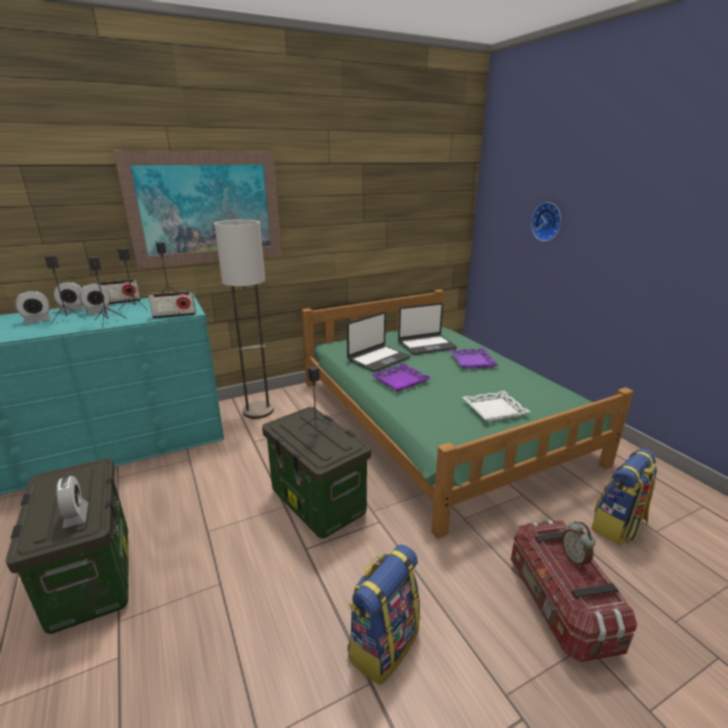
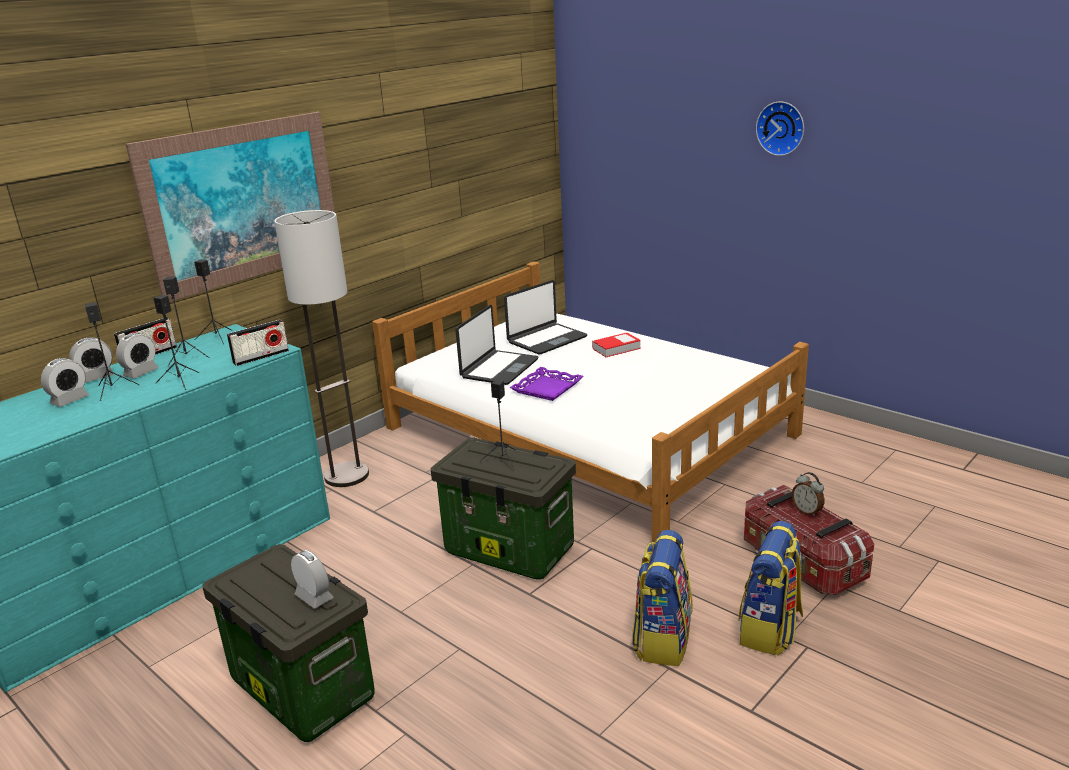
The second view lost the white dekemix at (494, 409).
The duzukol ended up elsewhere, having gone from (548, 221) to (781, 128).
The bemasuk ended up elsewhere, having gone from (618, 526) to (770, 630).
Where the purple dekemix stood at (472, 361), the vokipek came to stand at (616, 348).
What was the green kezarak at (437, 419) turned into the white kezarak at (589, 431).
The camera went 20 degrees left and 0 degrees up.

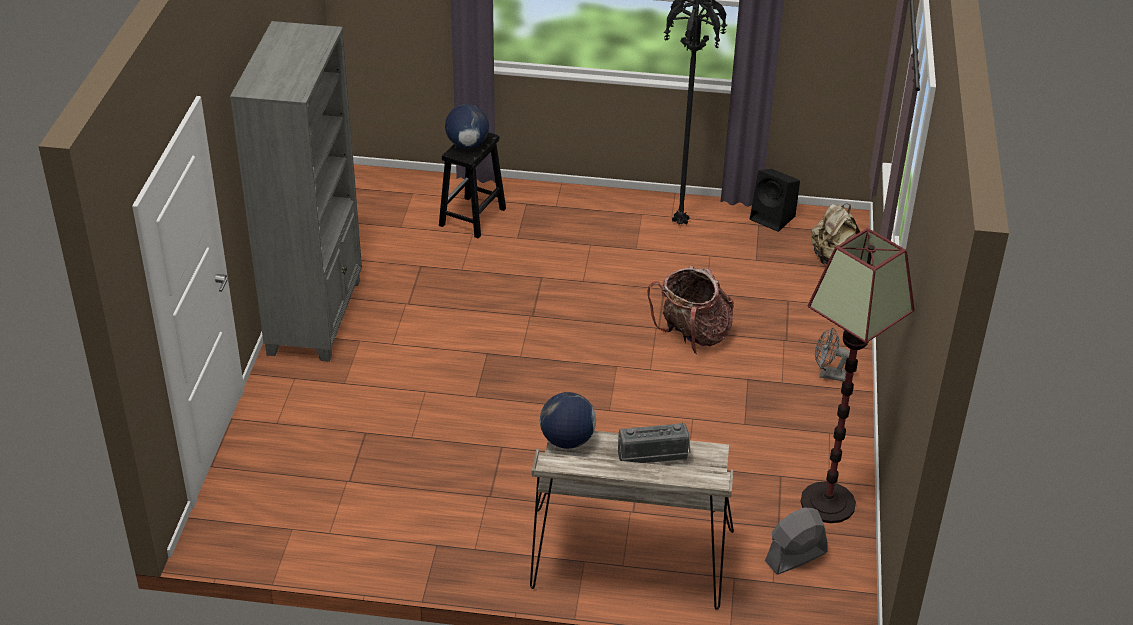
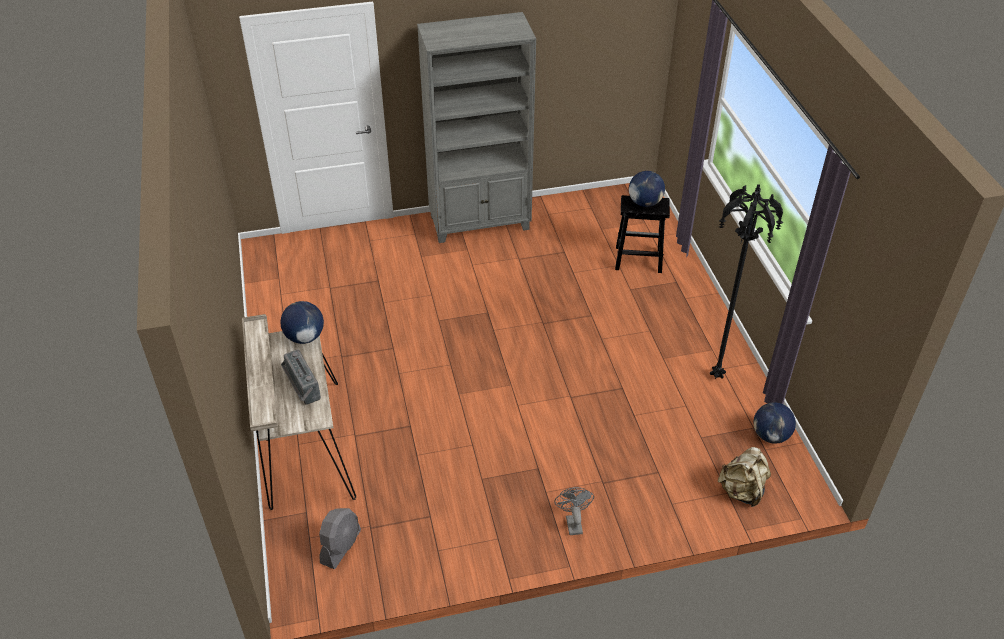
The second view lost the bemasuk at (692, 336).
The second view lost the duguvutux at (828, 503).
Where the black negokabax stood at (773, 218), the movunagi came to stand at (770, 436).
The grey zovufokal at (795, 557) ended up facing another way, 75 degrees clockwise from before.
The camera went 70 degrees right and 5 degrees up.

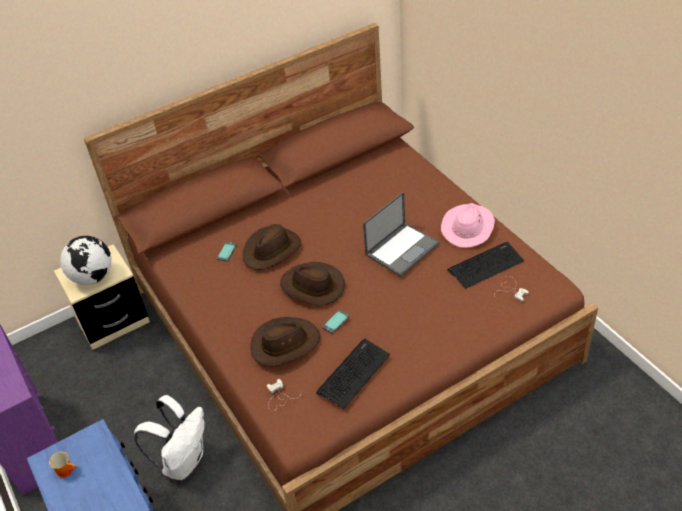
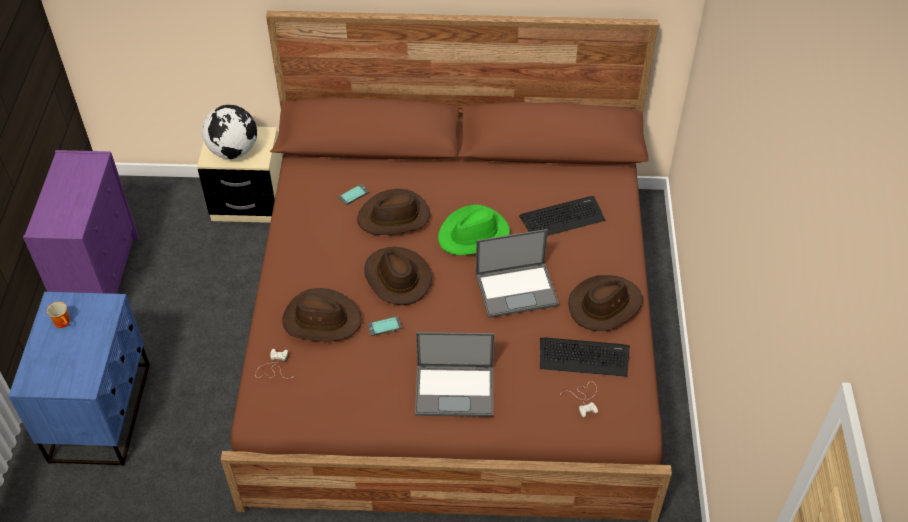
The second view lost the white bemasuk at (183, 461).
The second view gained the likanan at (455, 390).
The second view gained the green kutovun at (474, 234).
The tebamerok ended up elsewhere, having gone from (353, 373) to (562, 218).
What was the pink kutovun at (467, 227) turned into the brown kutovun at (605, 305).
The camera went 30 degrees right and 5 degrees up.

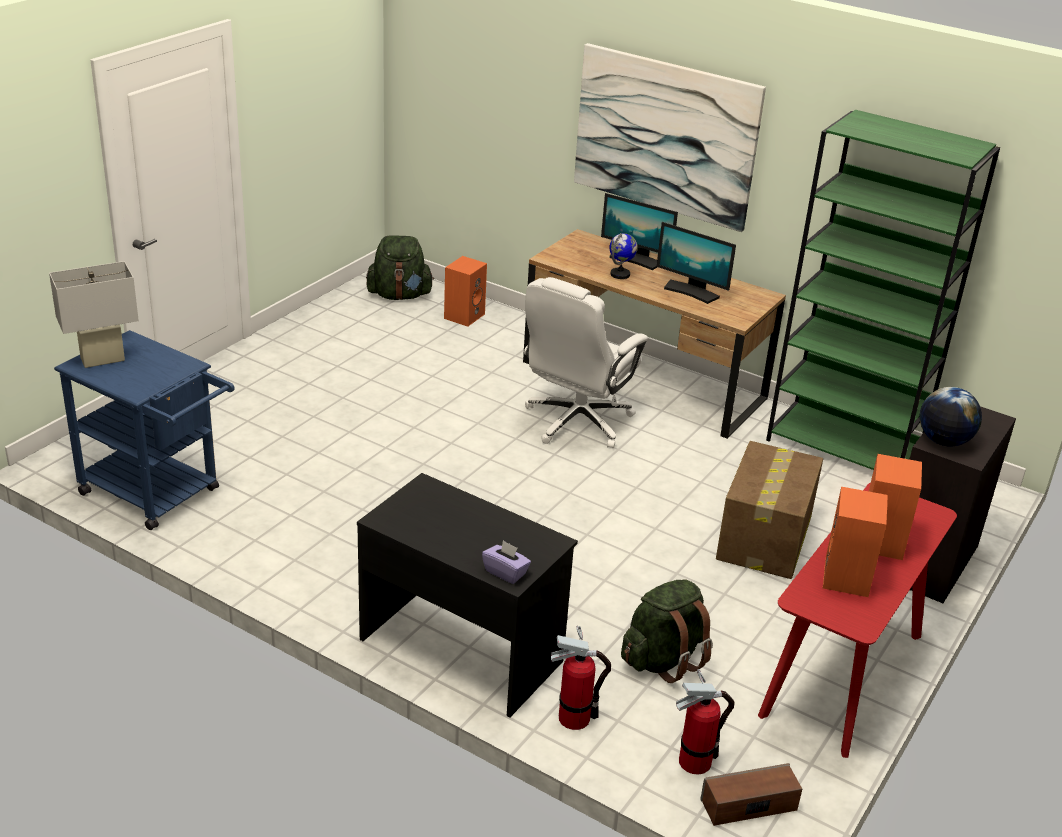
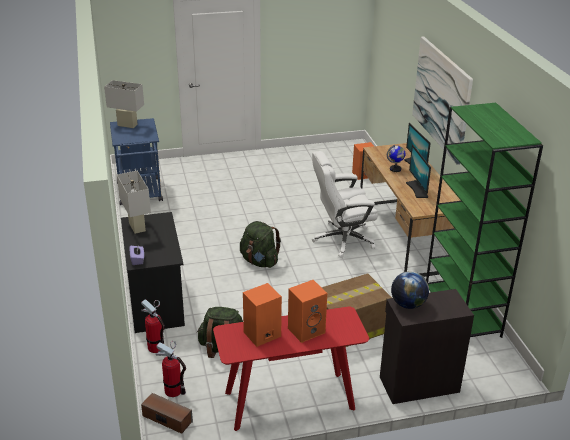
The second view gained the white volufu at (137, 227).
The green bemasuk ended up elsewhere, having gone from (399, 295) to (259, 261).
The camera went 45 degrees right and 0 degrees up.

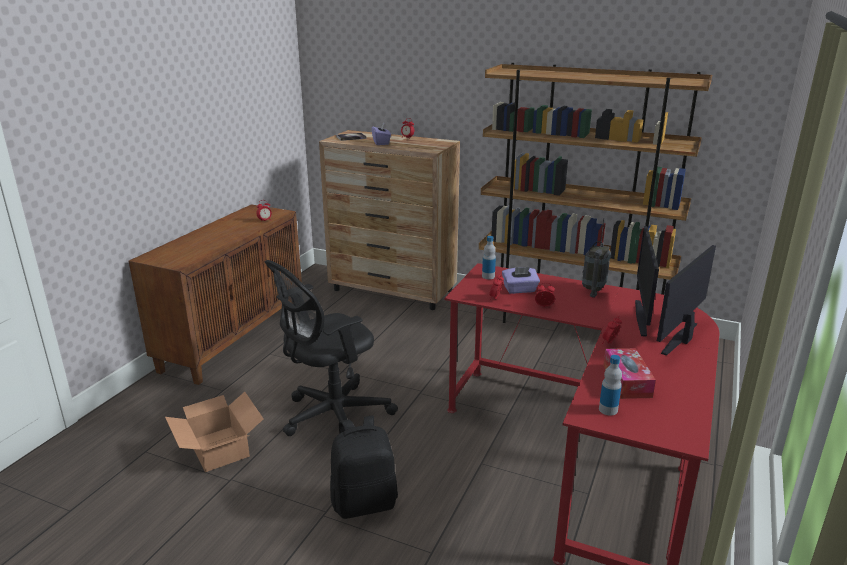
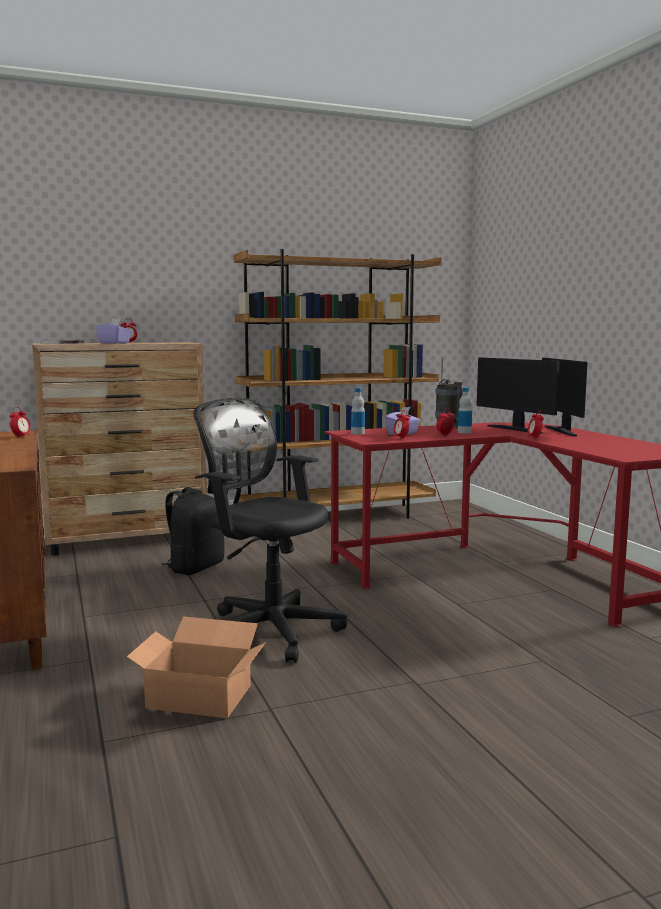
The second view lost the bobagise at (627, 381).
The black bemasuk ended up elsewhere, having gone from (364, 502) to (195, 567).
The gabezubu ended up elsewhere, having gone from (608, 410) to (464, 432).
The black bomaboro at (331, 416) ended up facing another way, 120 degrees clockwise from before.
The camera went 45 degrees left and 15 degrees down.

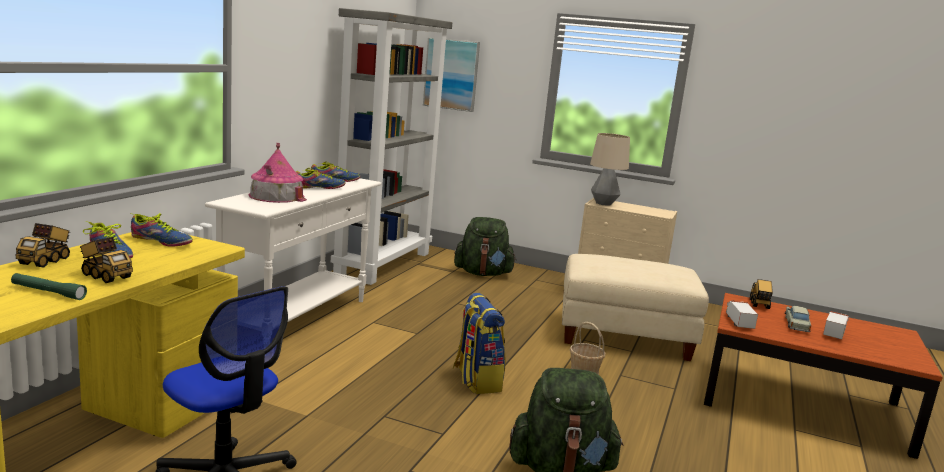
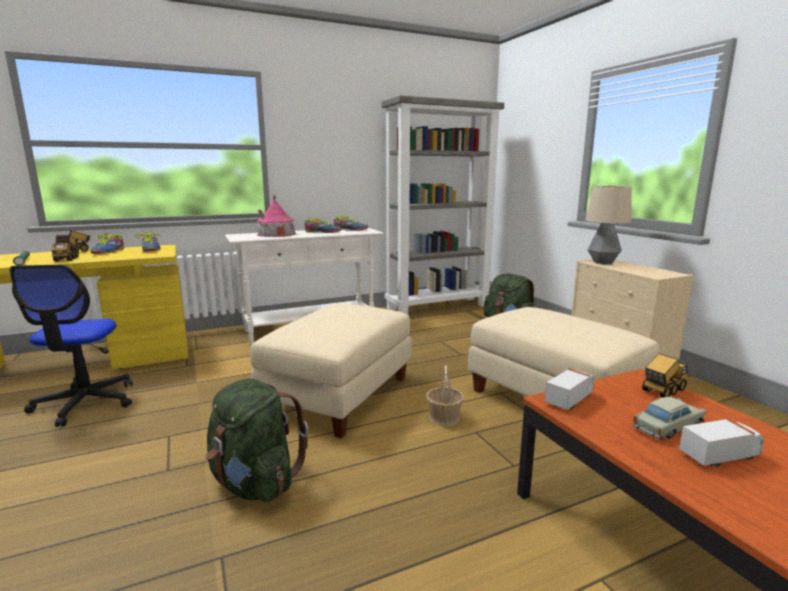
The second view lost the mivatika at (451, 74).
Where the bemasuk stood at (476, 380), the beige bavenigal came to stand at (338, 395).
The camera went 45 degrees right and 0 degrees up.

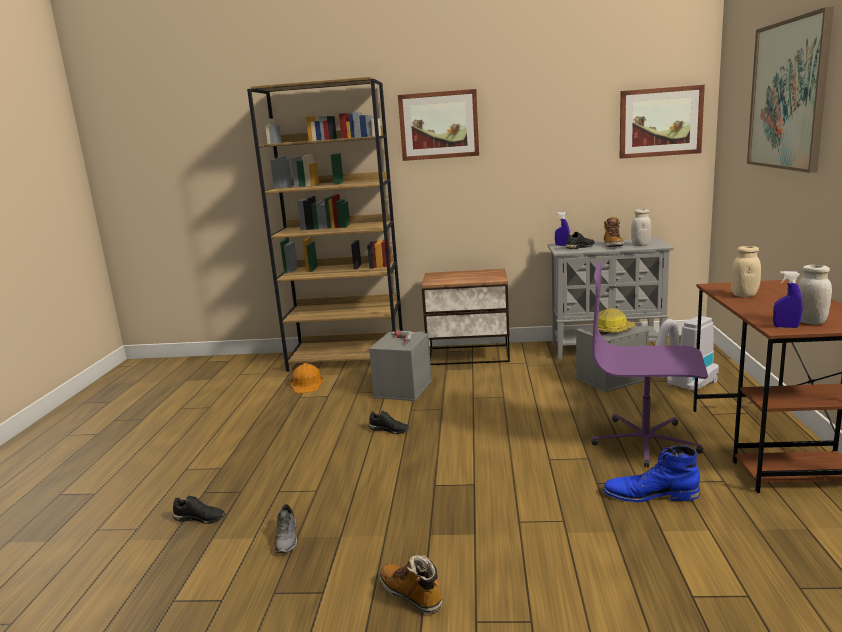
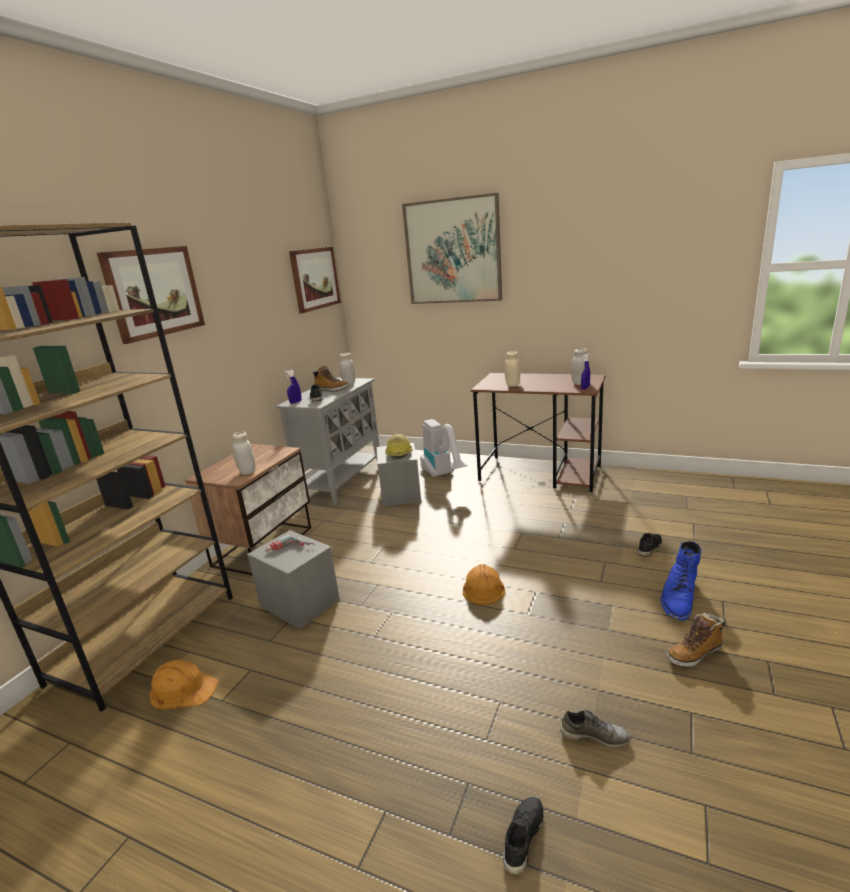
The second view lost the purple bomaboro at (646, 441).
The second view gained the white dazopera at (247, 472).
The second view gained the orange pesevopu at (483, 587).
The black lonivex ended up elsewhere, having gone from (389, 430) to (648, 548).
The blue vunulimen ended up elsewhere, having gone from (650, 494) to (679, 597).
The camera went 70 degrees left and 5 degrees up.

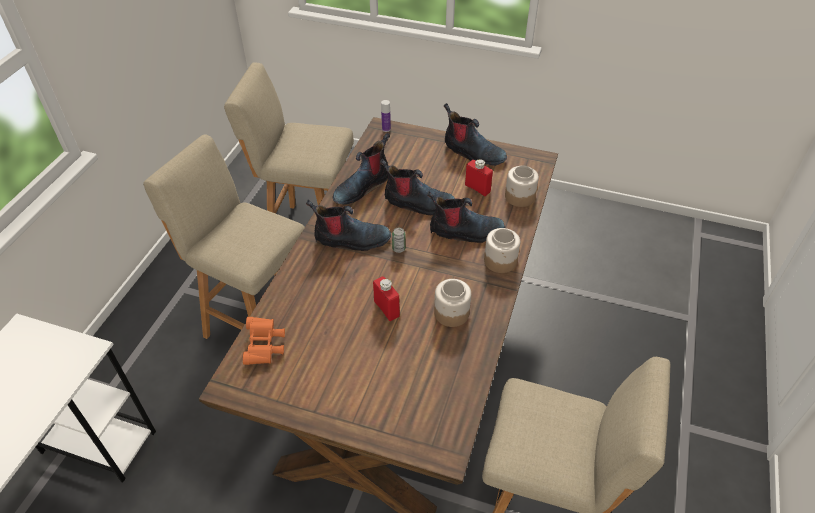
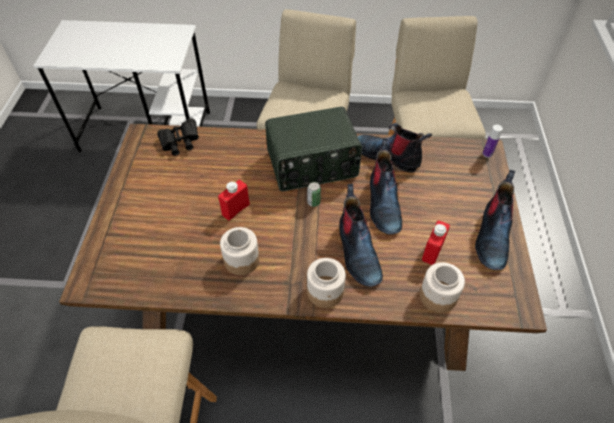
Where the vunulimen stood at (351, 240), the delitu came to stand at (312, 165).
What was the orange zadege at (265, 347) turned into the black zadege at (180, 143).
The camera went 75 degrees right and 5 degrees up.

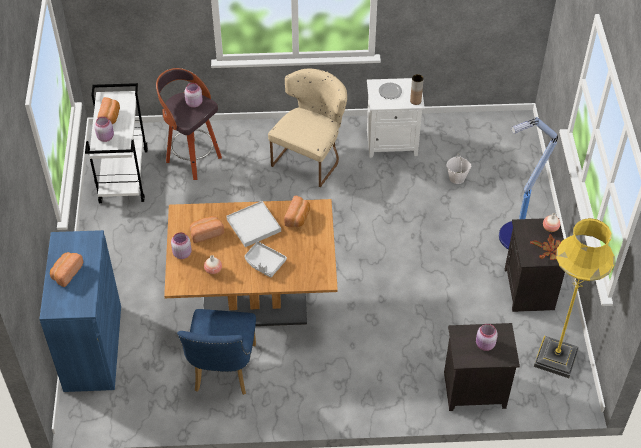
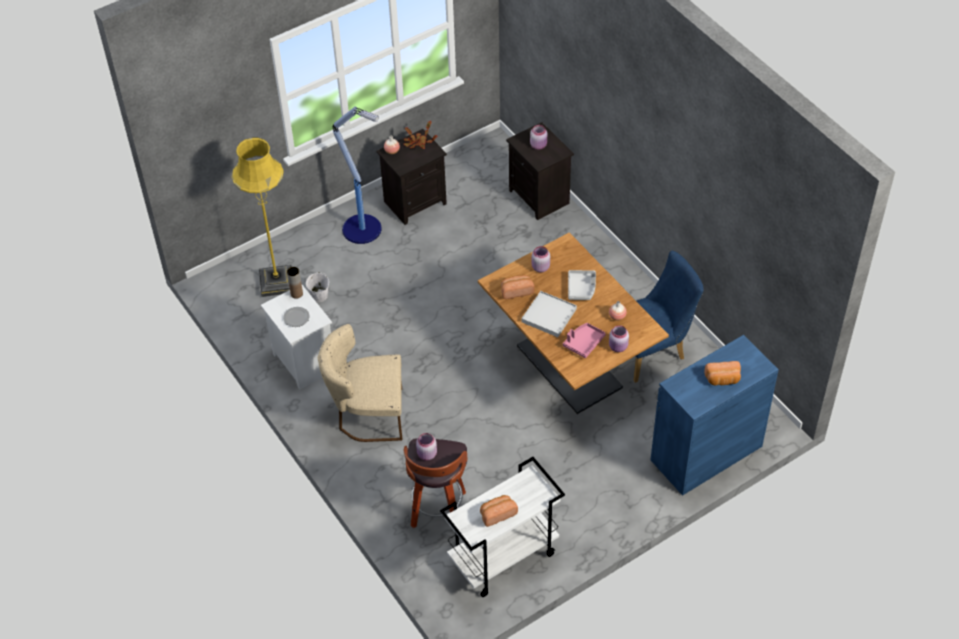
The pink dazopera ended up elsewhere, having gone from (106, 137) to (540, 267).
The yellow duguvutux ended up elsewhere, having gone from (556, 358) to (277, 282).
Where the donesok stood at (206, 233), the pink dekemix came to stand at (583, 343).
The camera went 120 degrees left and 0 degrees up.

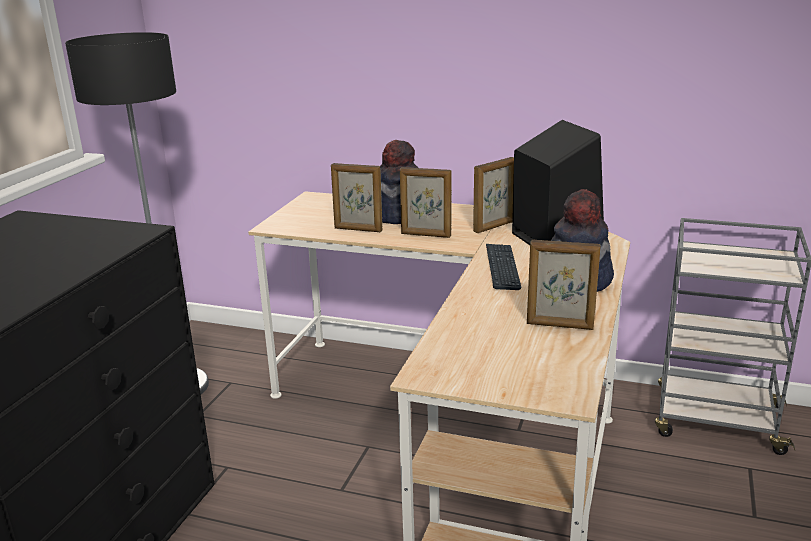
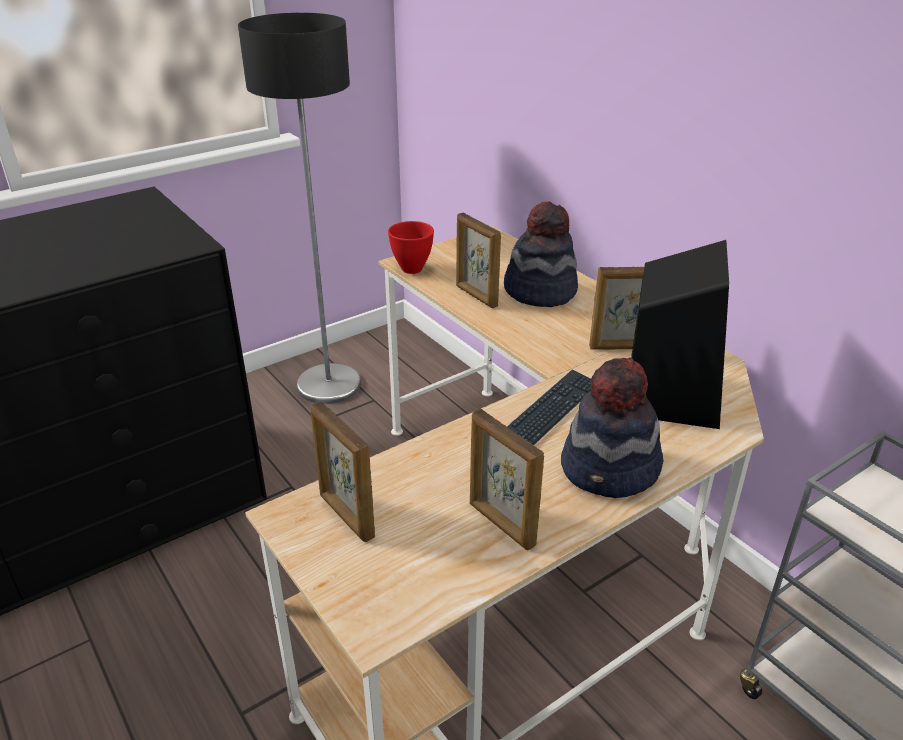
The second view gained the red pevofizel at (412, 269).
The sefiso ended up elsewhere, having gone from (426, 235) to (346, 516).
The camera went 35 degrees right and 10 degrees up.

